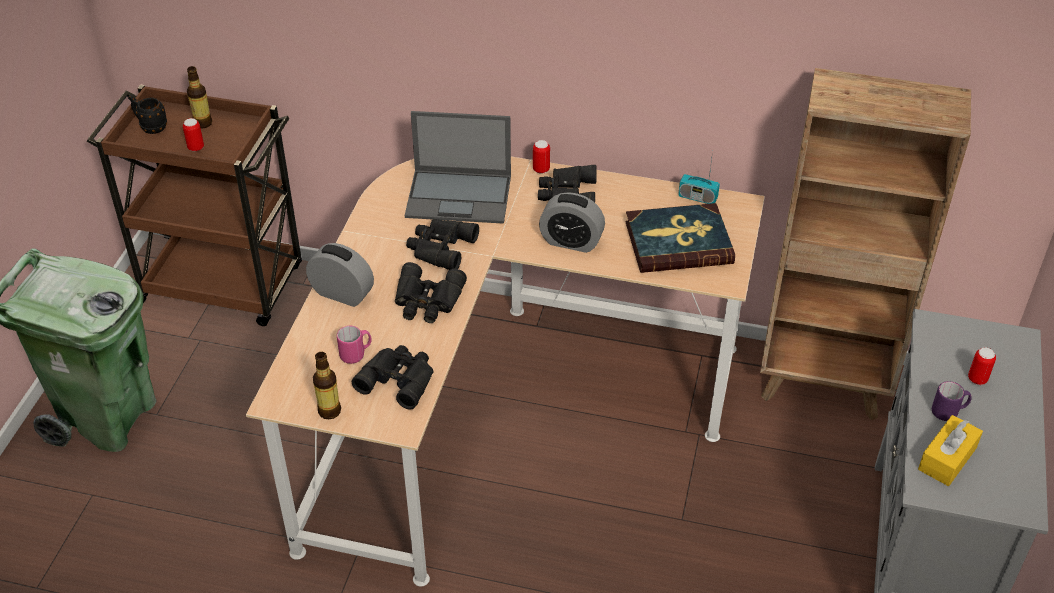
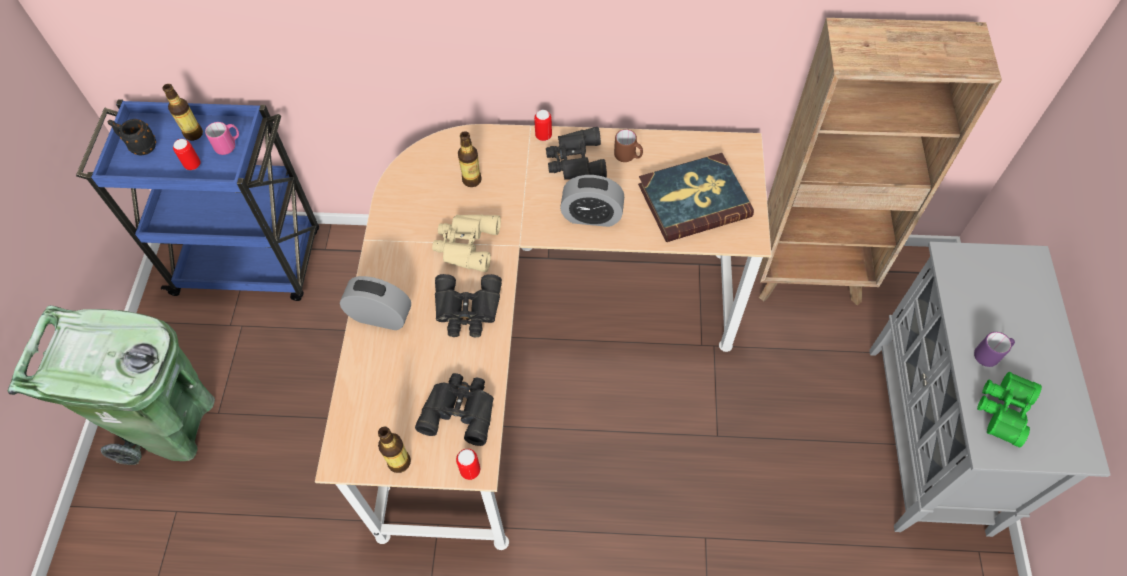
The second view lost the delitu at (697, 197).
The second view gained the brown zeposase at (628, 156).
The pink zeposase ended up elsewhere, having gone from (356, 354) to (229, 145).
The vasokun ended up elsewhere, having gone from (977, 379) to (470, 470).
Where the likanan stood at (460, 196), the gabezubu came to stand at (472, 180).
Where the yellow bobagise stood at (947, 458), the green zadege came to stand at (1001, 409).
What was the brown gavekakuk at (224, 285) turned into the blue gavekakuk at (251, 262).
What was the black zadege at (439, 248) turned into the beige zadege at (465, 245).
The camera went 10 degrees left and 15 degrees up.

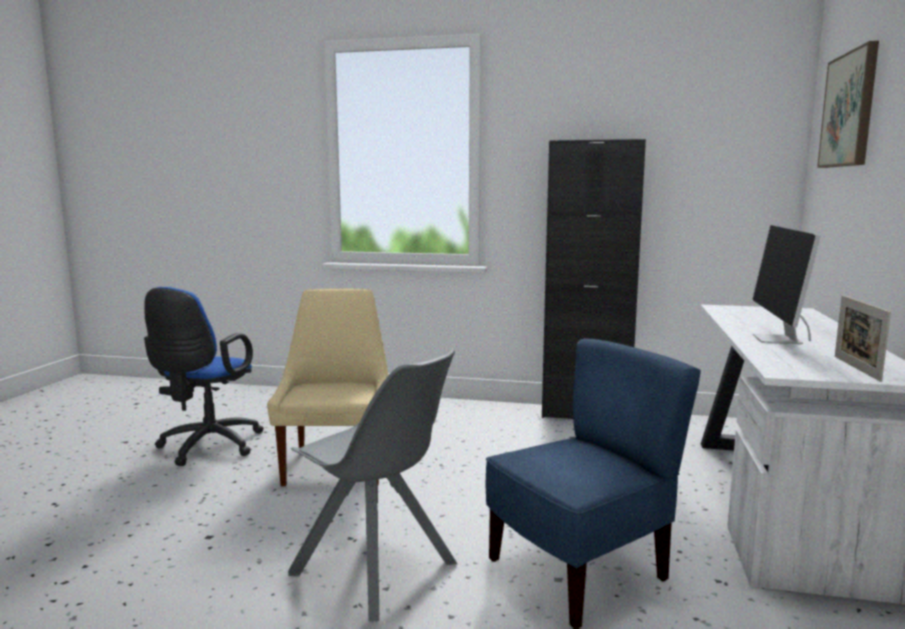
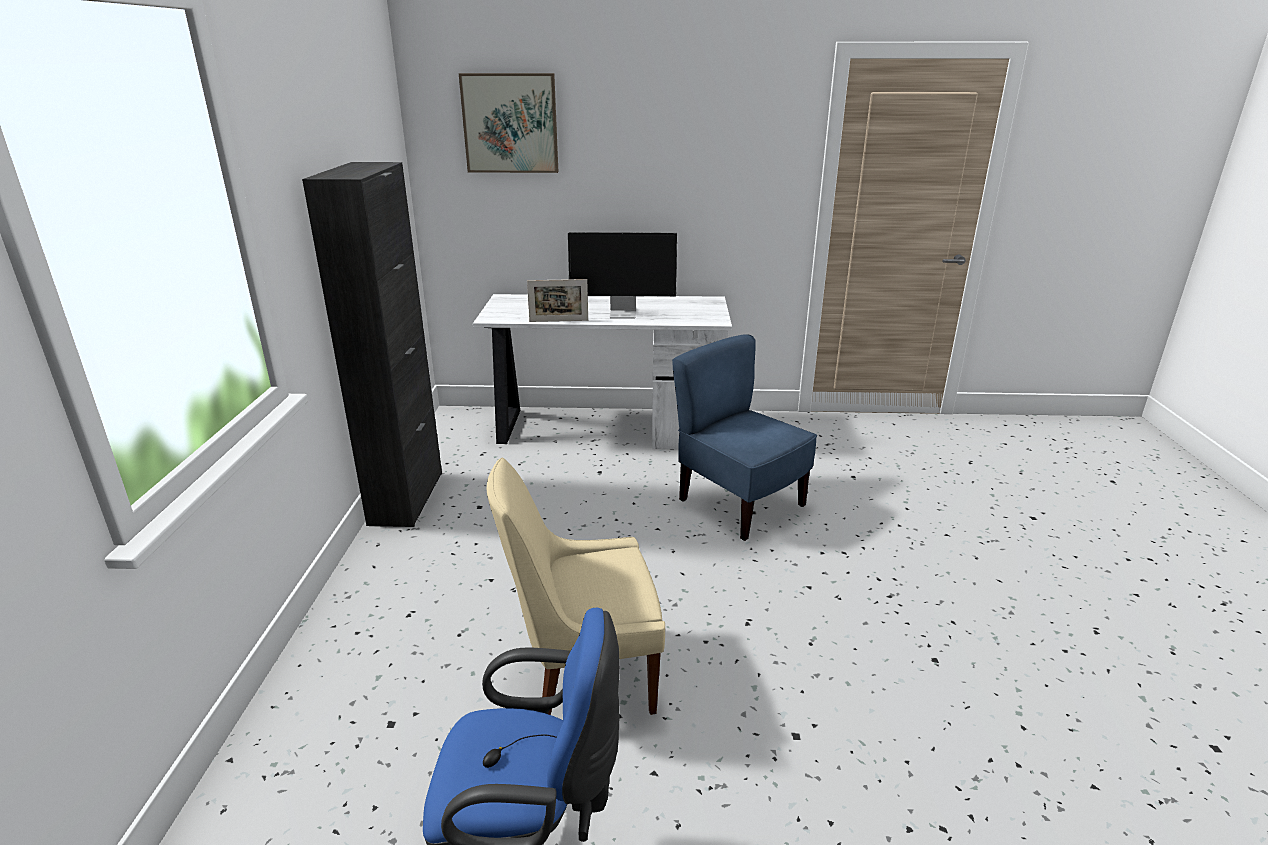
The second view lost the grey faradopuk at (377, 570).
The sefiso ended up elsewhere, having gone from (856, 368) to (558, 321).
The camera went 100 degrees left and 15 degrees up.

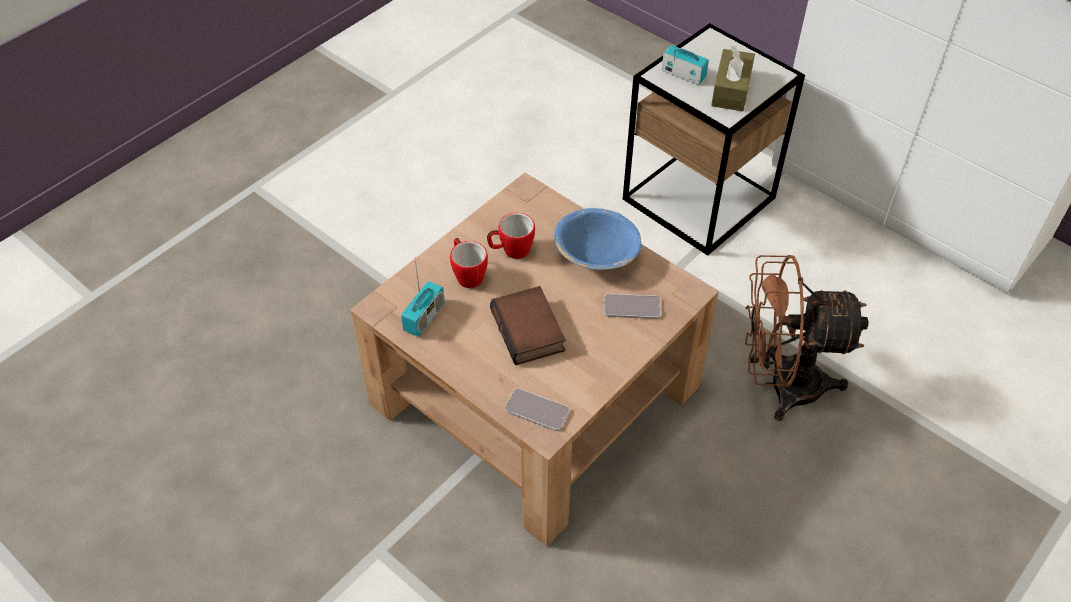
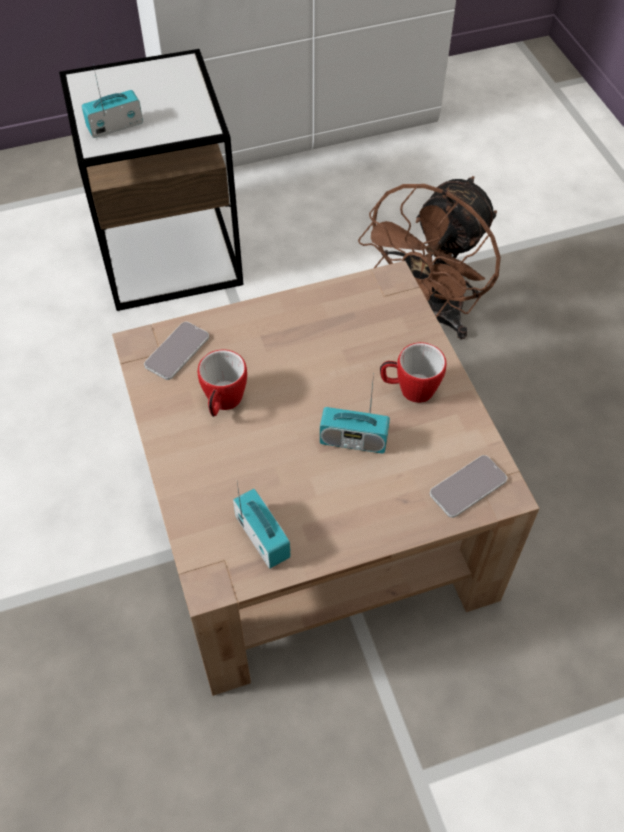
The second view lost the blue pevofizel at (596, 255).
The second view lost the brown bobagise at (731, 90).
The zeposase ended up elsewhere, having gone from (467, 274) to (409, 389).
The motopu ended up elsewhere, having gone from (632, 307) to (177, 351).
Where the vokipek stood at (530, 331), the delitu came to stand at (353, 440).
The camera went 60 degrees left and 5 degrees up.

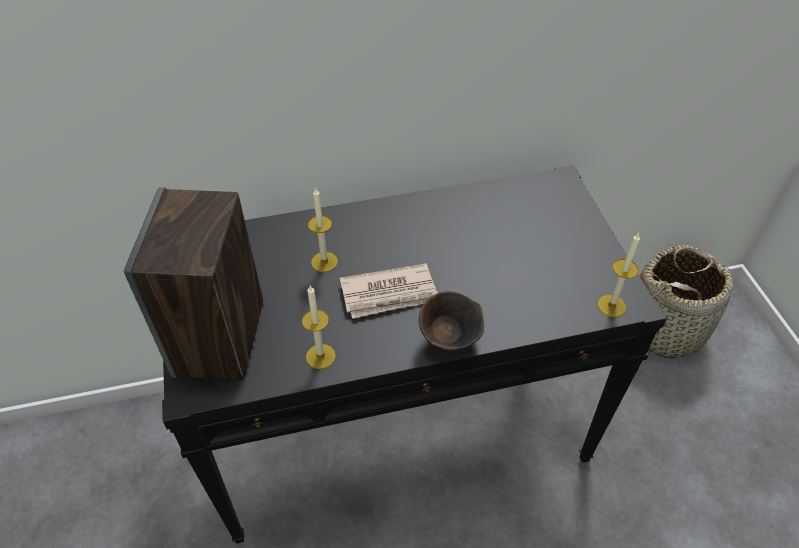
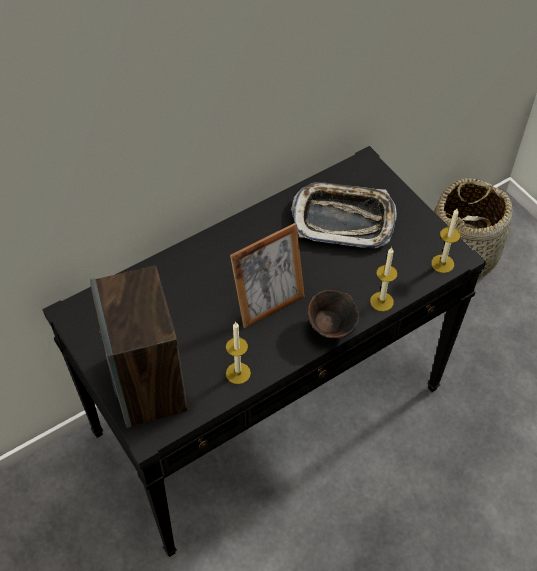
The second view gained the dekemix at (343, 219).
The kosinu ended up elsewhere, having gone from (324, 262) to (381, 301).
Where the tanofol stood at (390, 294), the sefiso came to stand at (269, 305).
The camera went 20 degrees left and 5 degrees up.

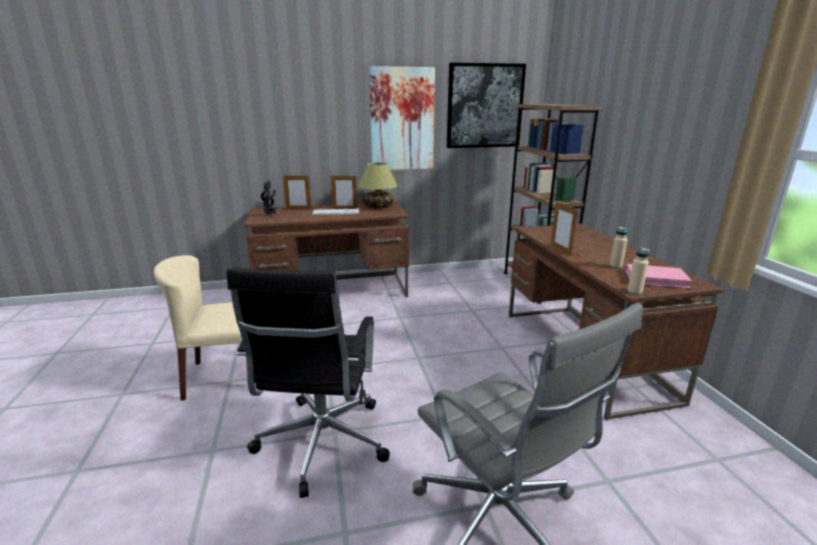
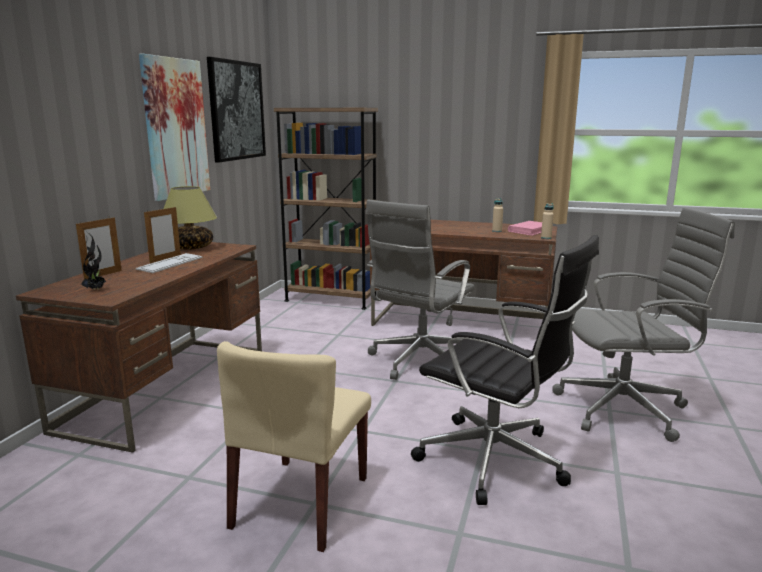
The second view lost the sefiso at (560, 250).
The second view gained the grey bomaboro at (419, 361).
The camera went 60 degrees left and 5 degrees down.

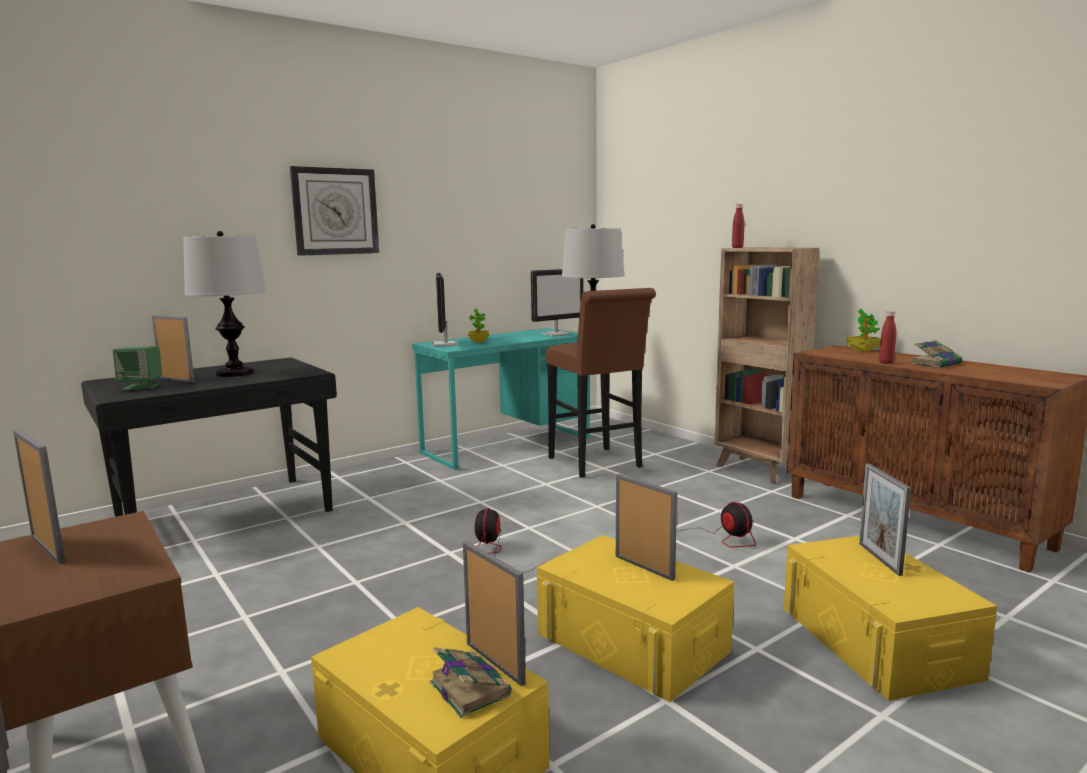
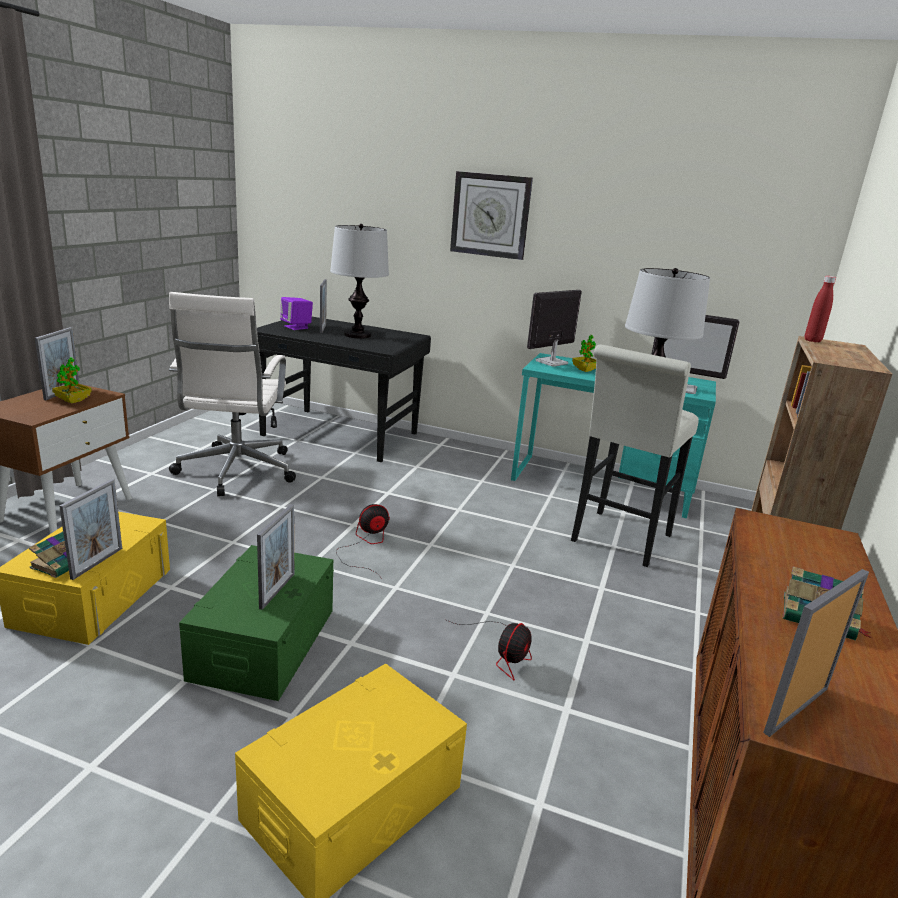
The second view lost the red gabezubu at (886, 363).
The second view gained the white bomaboro at (235, 472).
The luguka ended up elsewhere, having gone from (863, 350) to (73, 400).
The sefiso ended up elsewhere, having gone from (879, 559) to (796, 710).
What was the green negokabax at (142, 387) turned into the purple negokabax at (296, 327).
What was the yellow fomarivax at (632, 642) turned into the green fomarivax at (264, 643).
What was the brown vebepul at (598, 464) turned into the white vebepul at (618, 541).
The camera went 55 degrees right and 10 degrees up.

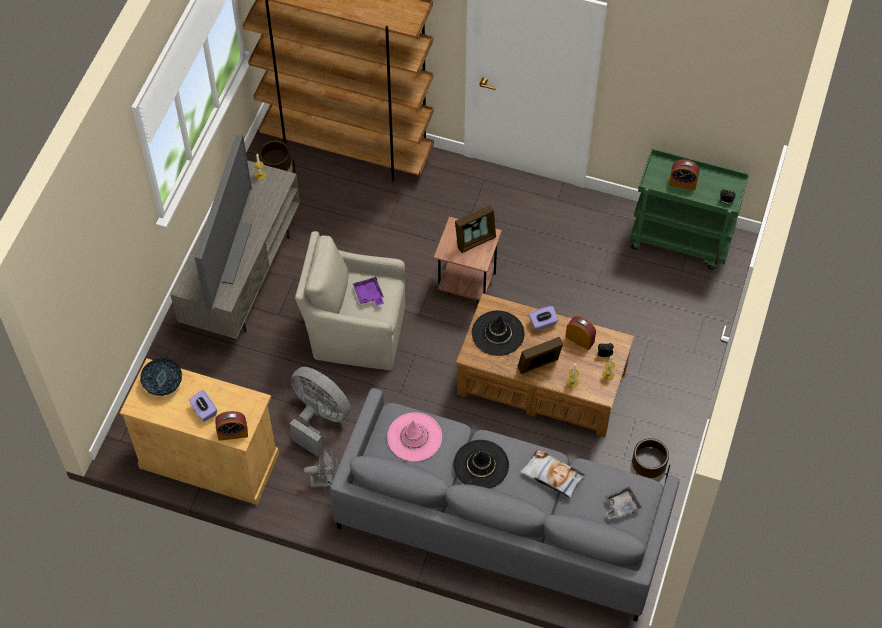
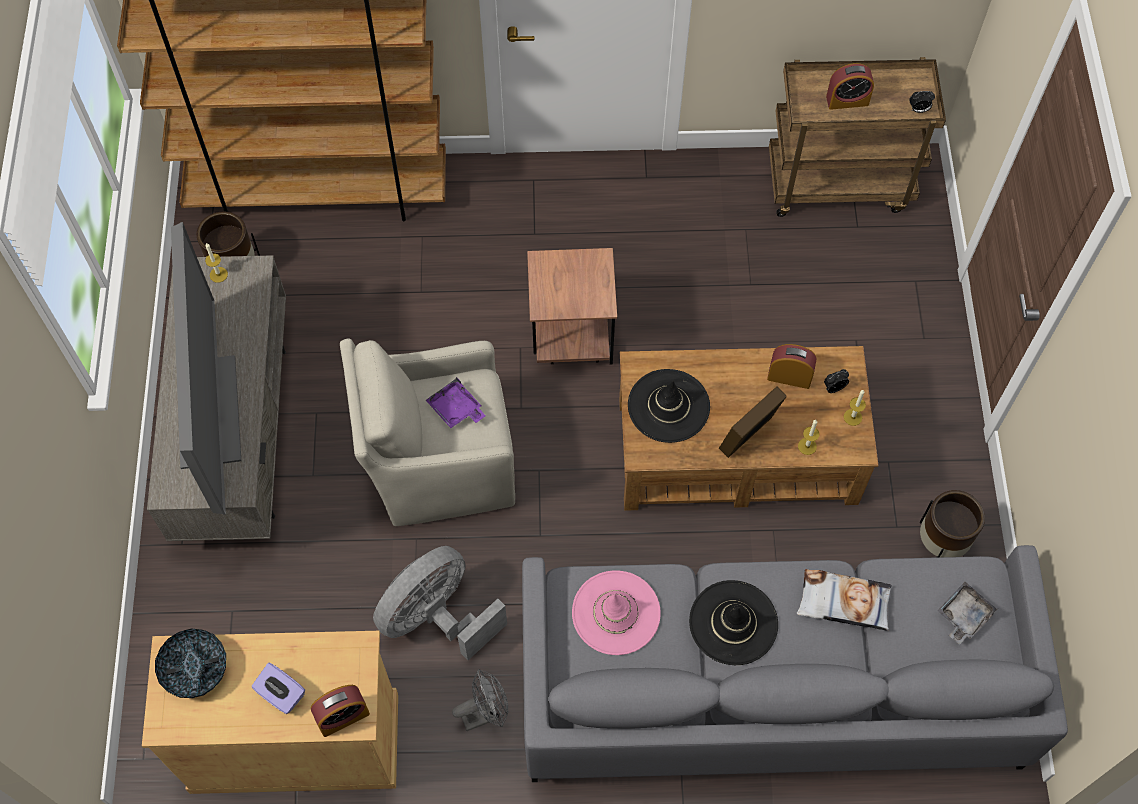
The second view lost the sefiso at (475, 240).
The second view lost the purple bobagise at (543, 323).
What was the green gavekakuk at (682, 240) turned into the brown gavekakuk at (839, 183).
The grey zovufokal at (319, 418) ended up facing another way, 60 degrees counterclockwise from before.
The camera went 20 degrees left and 5 degrees up.

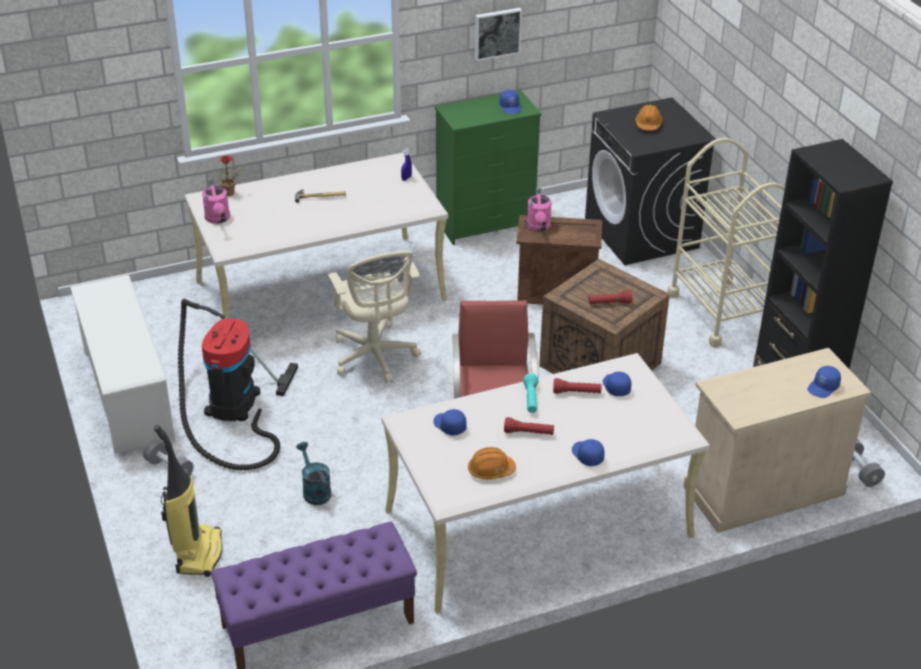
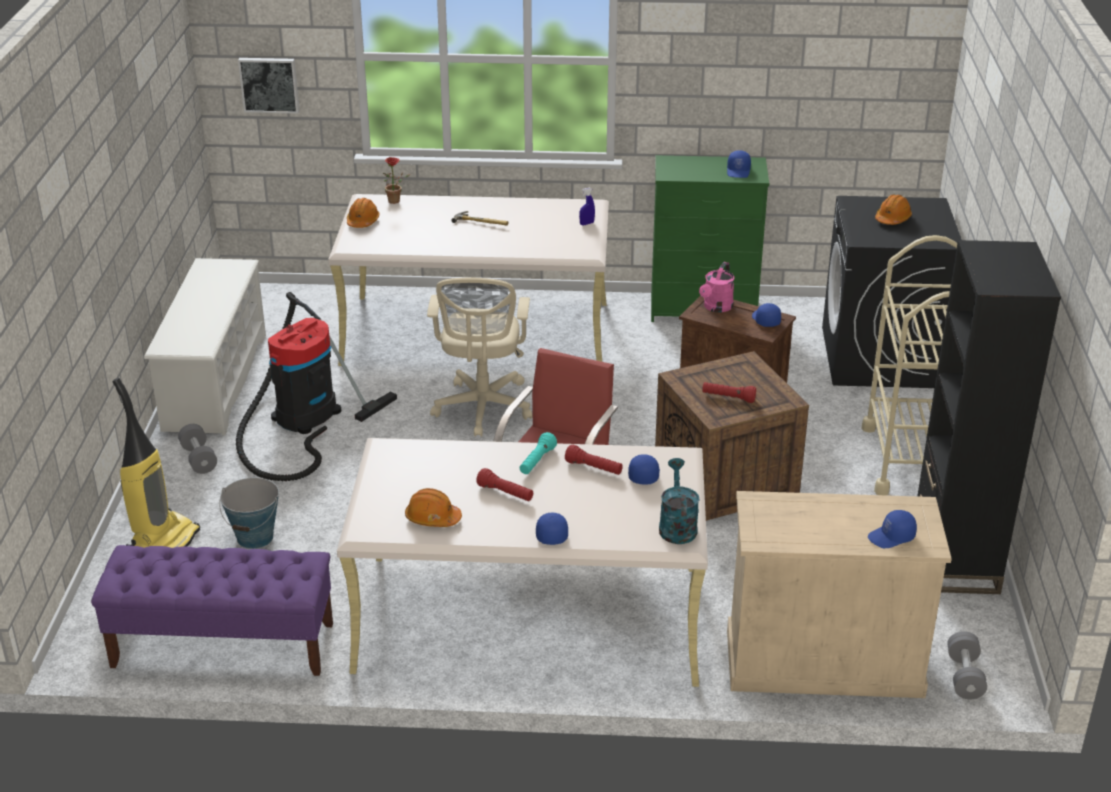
The second view gained the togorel at (255, 537).
The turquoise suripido ended up elsewhere, having gone from (314, 490) to (677, 526).
The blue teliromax ended up elsewhere, having gone from (449, 426) to (765, 320).
The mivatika ended up elsewhere, having gone from (497, 33) to (269, 84).
Where the pink suripido stood at (218, 219), the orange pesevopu came to stand at (363, 221).
The camera went 25 degrees right and 5 degrees down.

